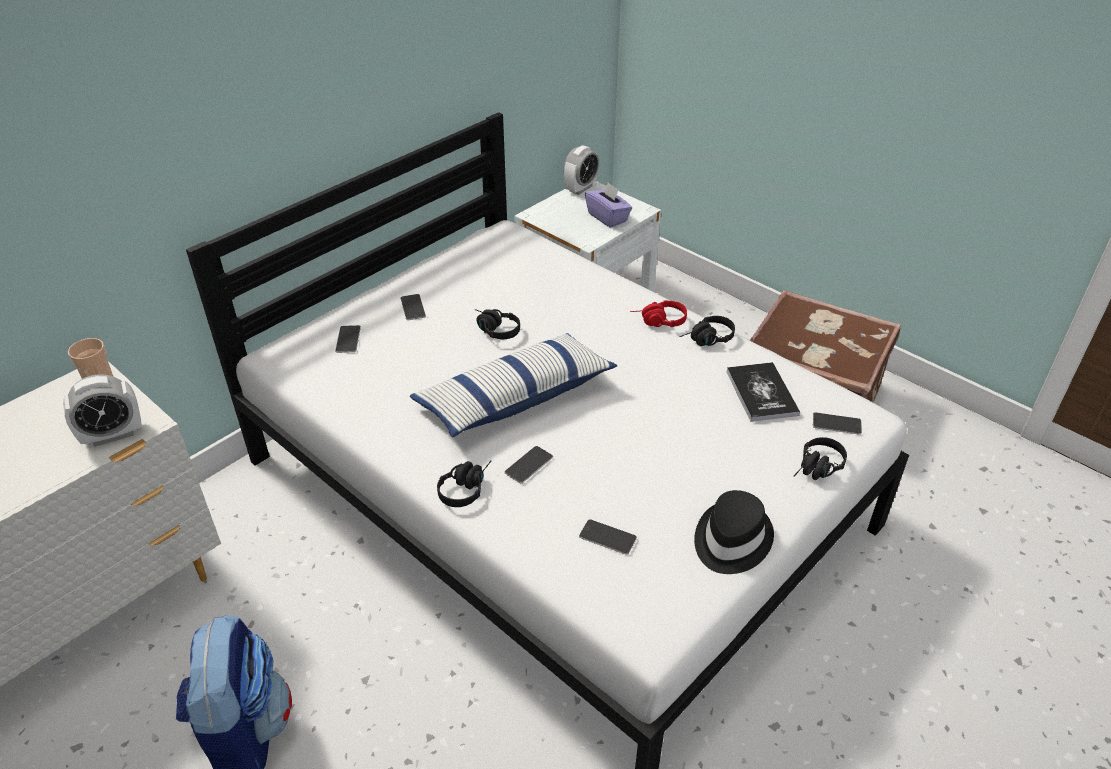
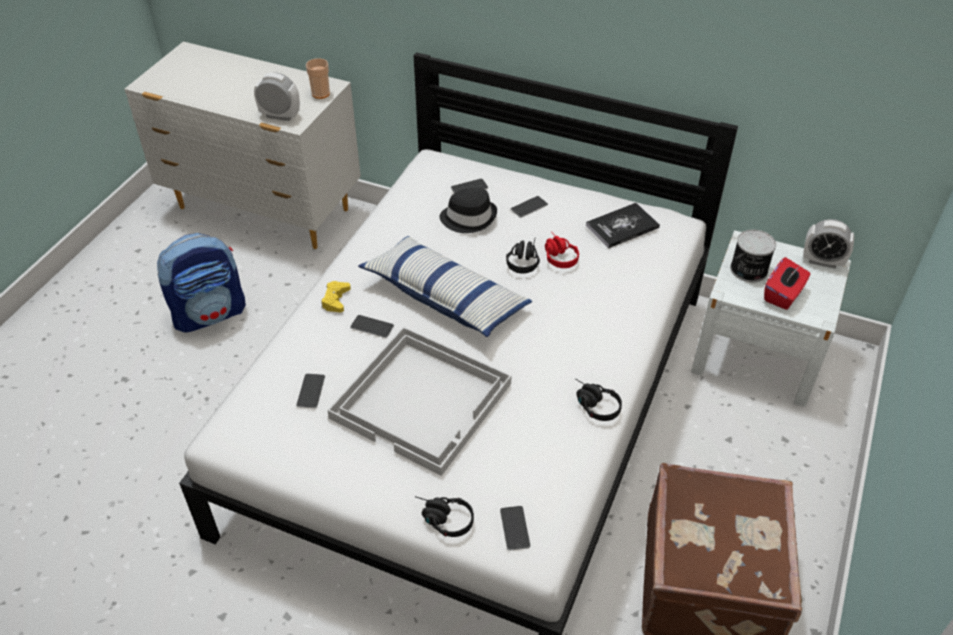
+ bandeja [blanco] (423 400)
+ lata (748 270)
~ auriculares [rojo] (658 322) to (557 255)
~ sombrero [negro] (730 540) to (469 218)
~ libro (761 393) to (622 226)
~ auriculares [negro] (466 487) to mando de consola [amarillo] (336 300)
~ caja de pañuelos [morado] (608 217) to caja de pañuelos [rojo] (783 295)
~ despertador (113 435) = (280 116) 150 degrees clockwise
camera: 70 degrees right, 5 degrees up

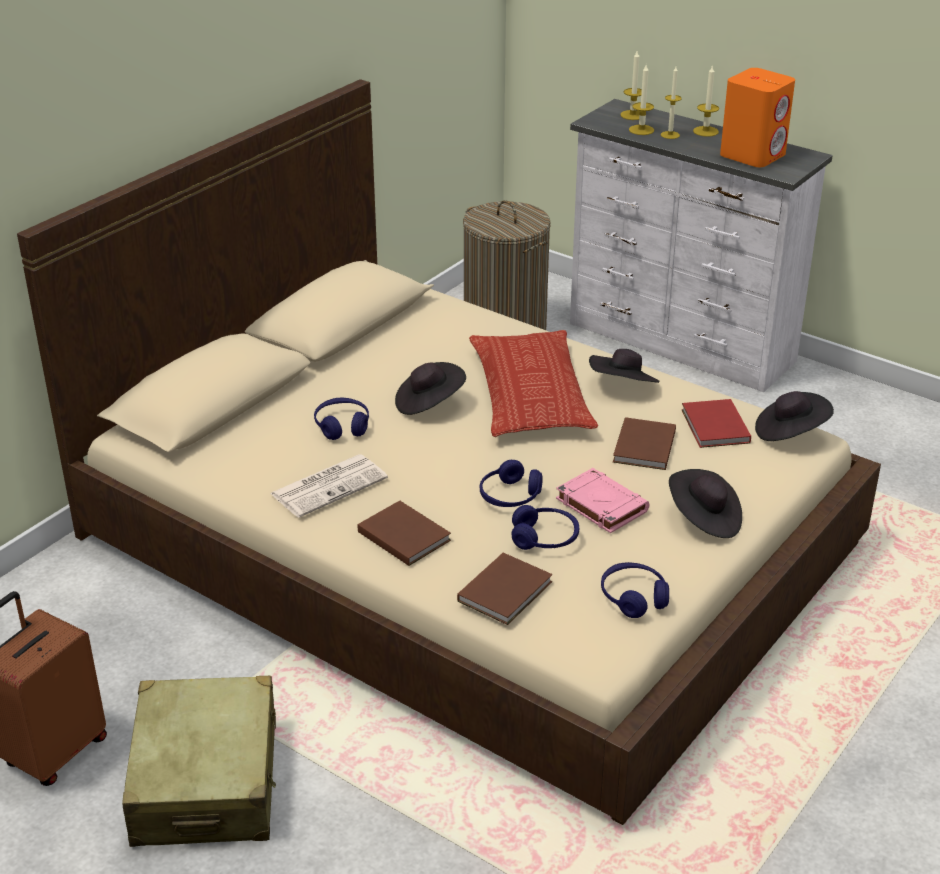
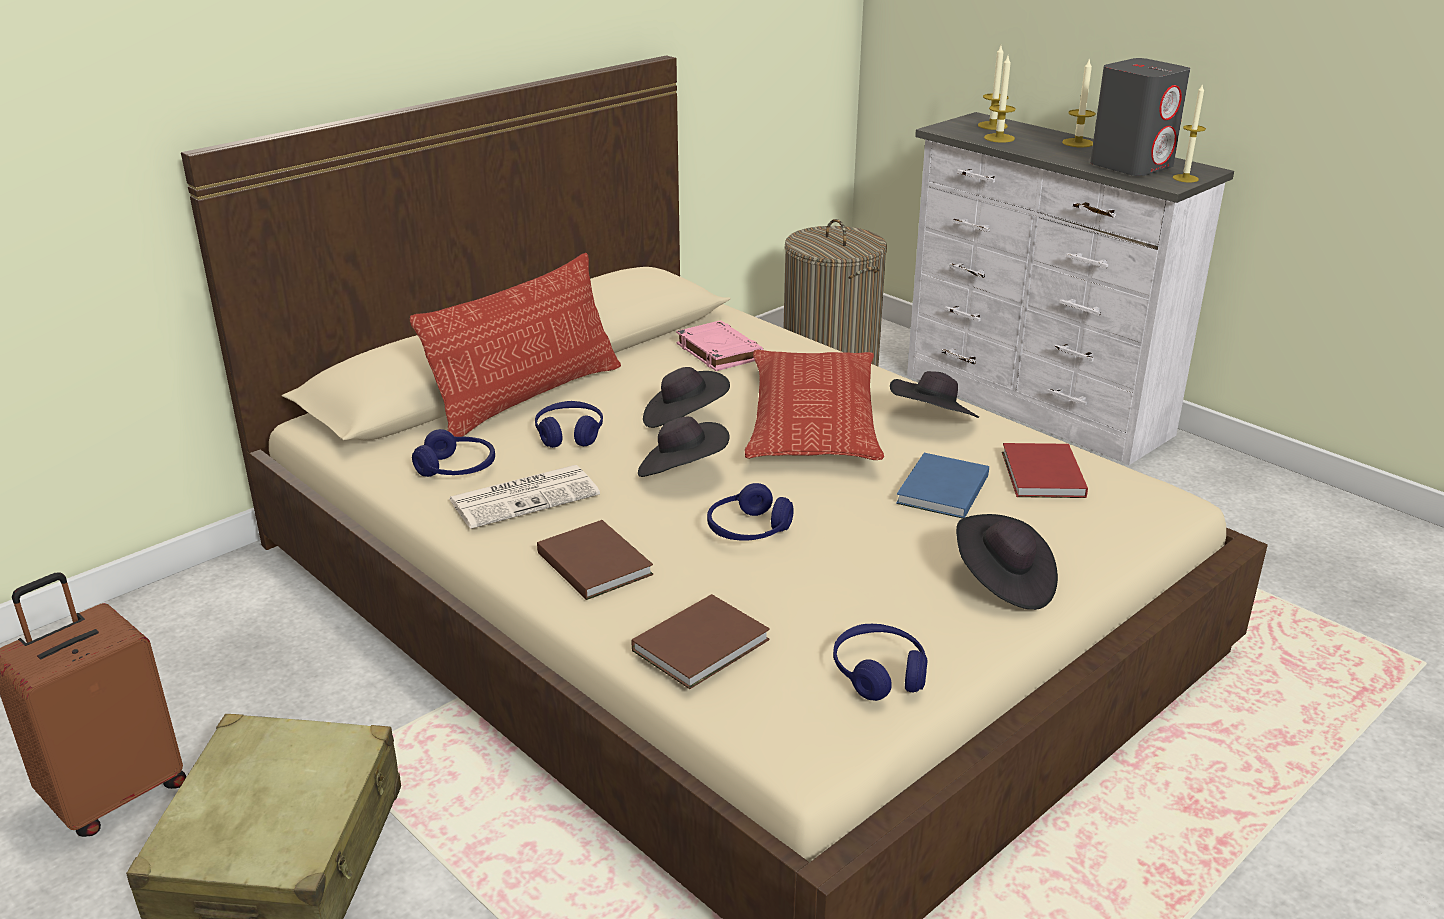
+ cojín (527 398)
~ auriculares [azul] (545 538) to (457 469)
~ libro [rosa] (600 505) to (718 351)
~ vela (670 135) to (1185 178)
~ sombrero [negro] (789 433) to (682 472)
~ libro [marrón] (643 447) to libro [azul] (940 490)
~ altavoz [naranja] (753 155) to altavoz [gris] (1132 165)
camera: 10 degrees right, 5 degrees down

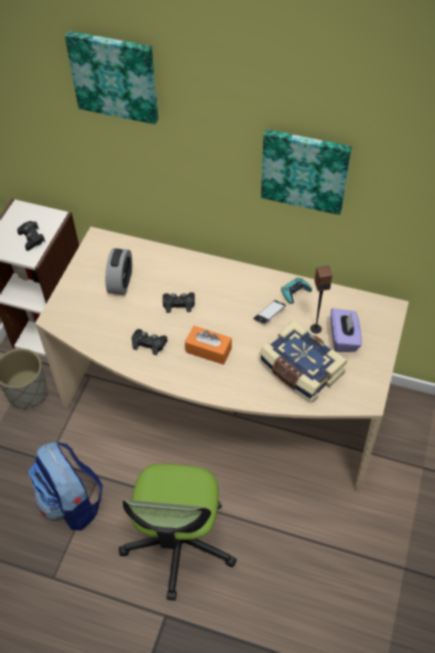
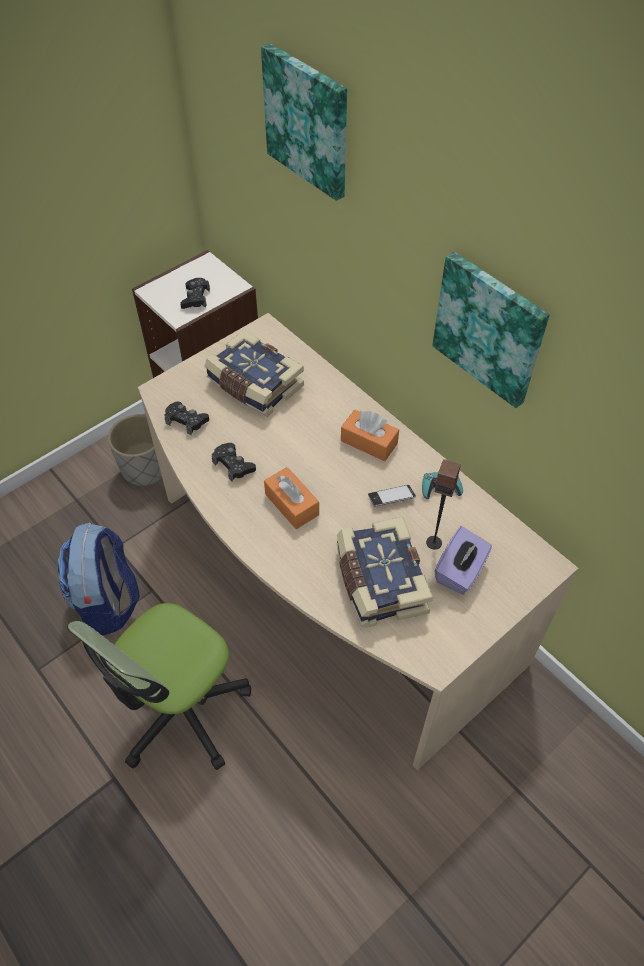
+ caja de pañuelos [naranja] (369 442)
~ mando de consola [negro] (179 304) to (186 421)
~ despertador (121 283) to libro (254 385)
camera: 30 degrees right, 0 degrees up

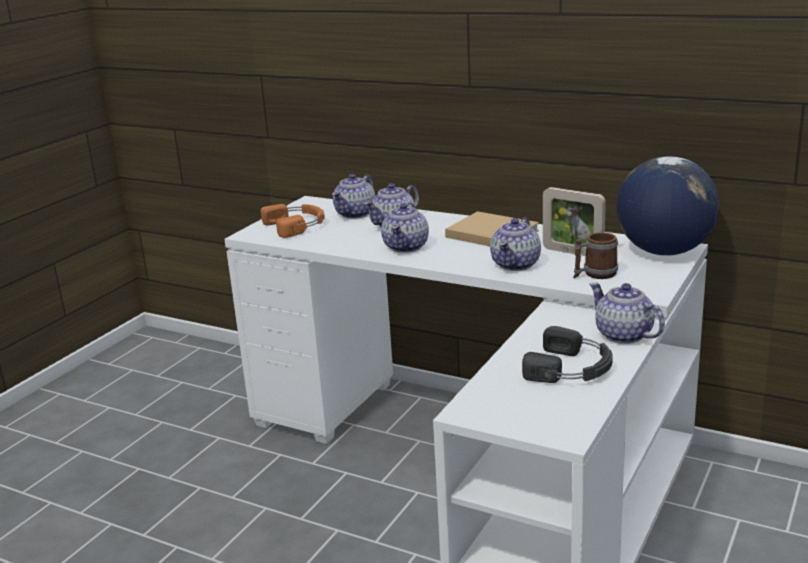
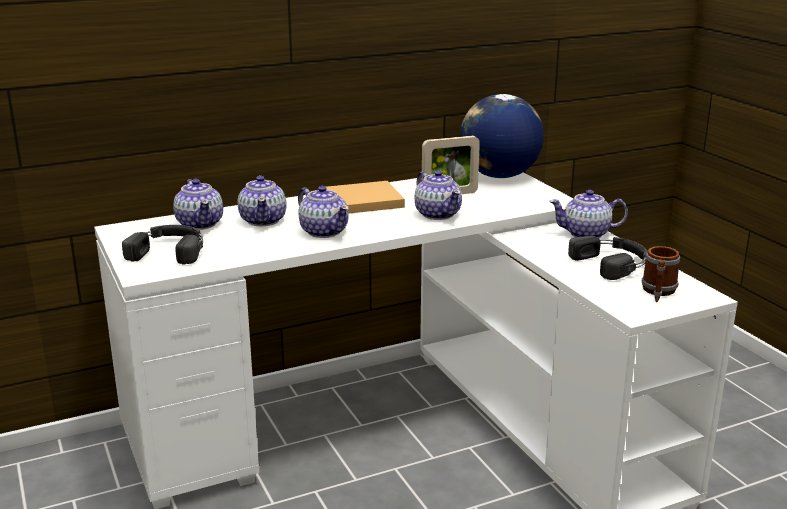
~ taza grande (594 274) to (658 292)
~ auriculares [naranja] (297 225) to auriculares [negro] (169 250)
camera: 55 degrees left, 0 degrees up

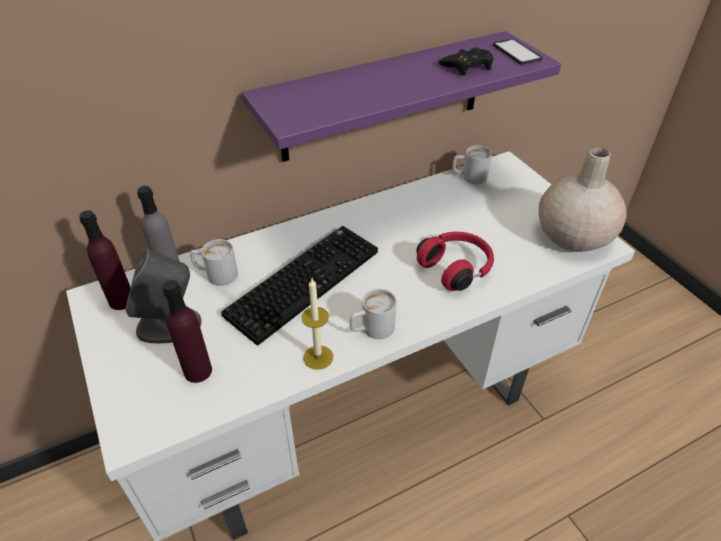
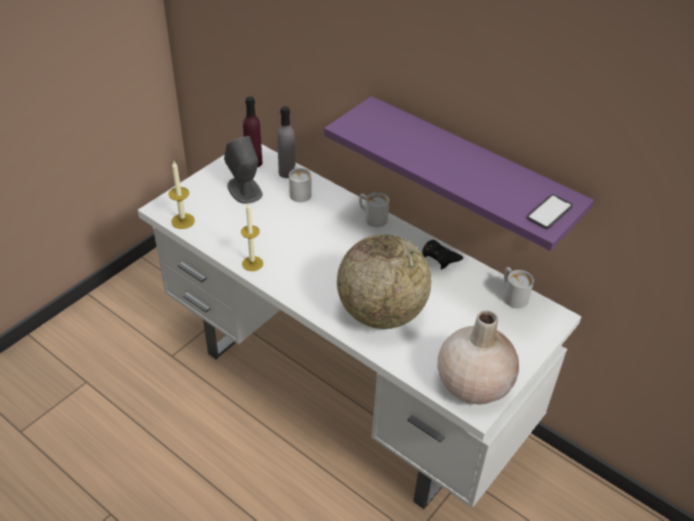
- botella [morado] (198 371)
- teclado (303 280)
+ vela (183 221)
~ taza grande [blanco] (371 329) to (372 217)
~ mando de consola [negro] (467 66) to (440 257)
~ auriculares [rojo] (456 268) to globo terráqueo (381 313)
camera: 65 degrees right, 0 degrees up

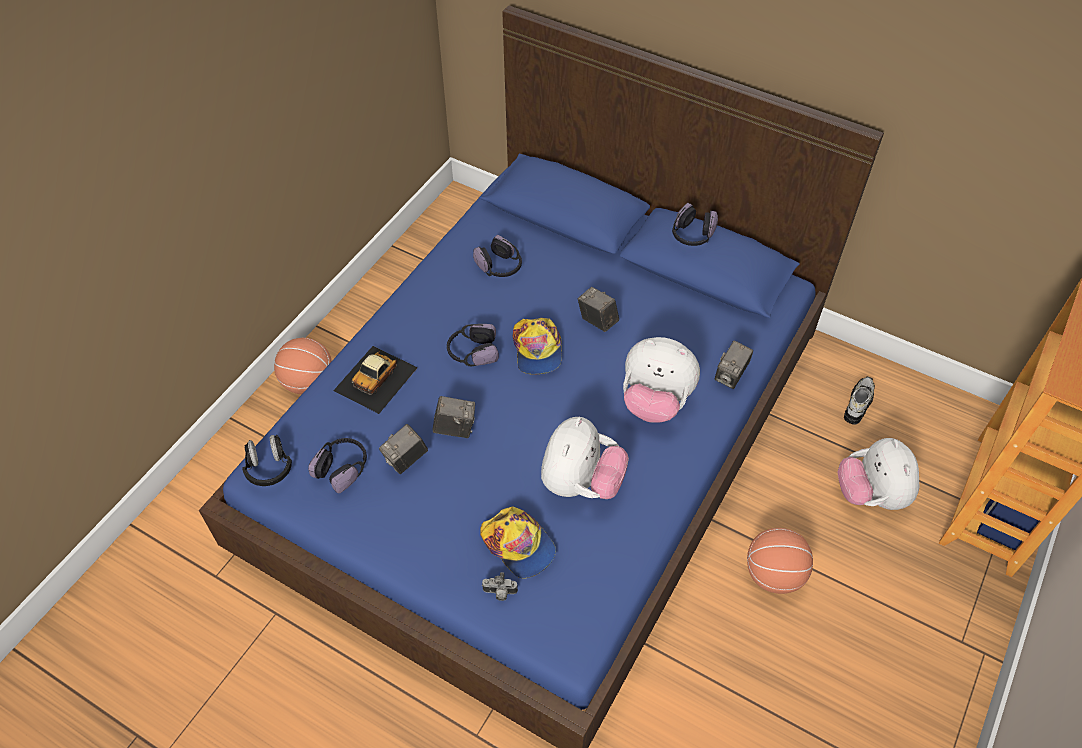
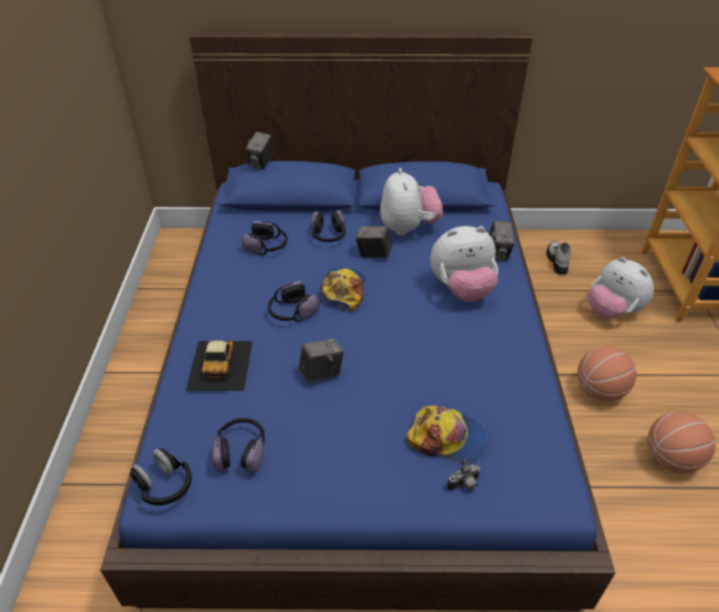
~ balón de baloncesto (308 382) to (671 458)
~ cámara (406 460) to (261 163)
~ peluche (581 483) to (408 228)
~ auriculares (692 235) to (328 236)
~ gorra (537 350) = (344 290) 135 degrees counterclockwise
camera: 30 degrees left, 10 degrees down

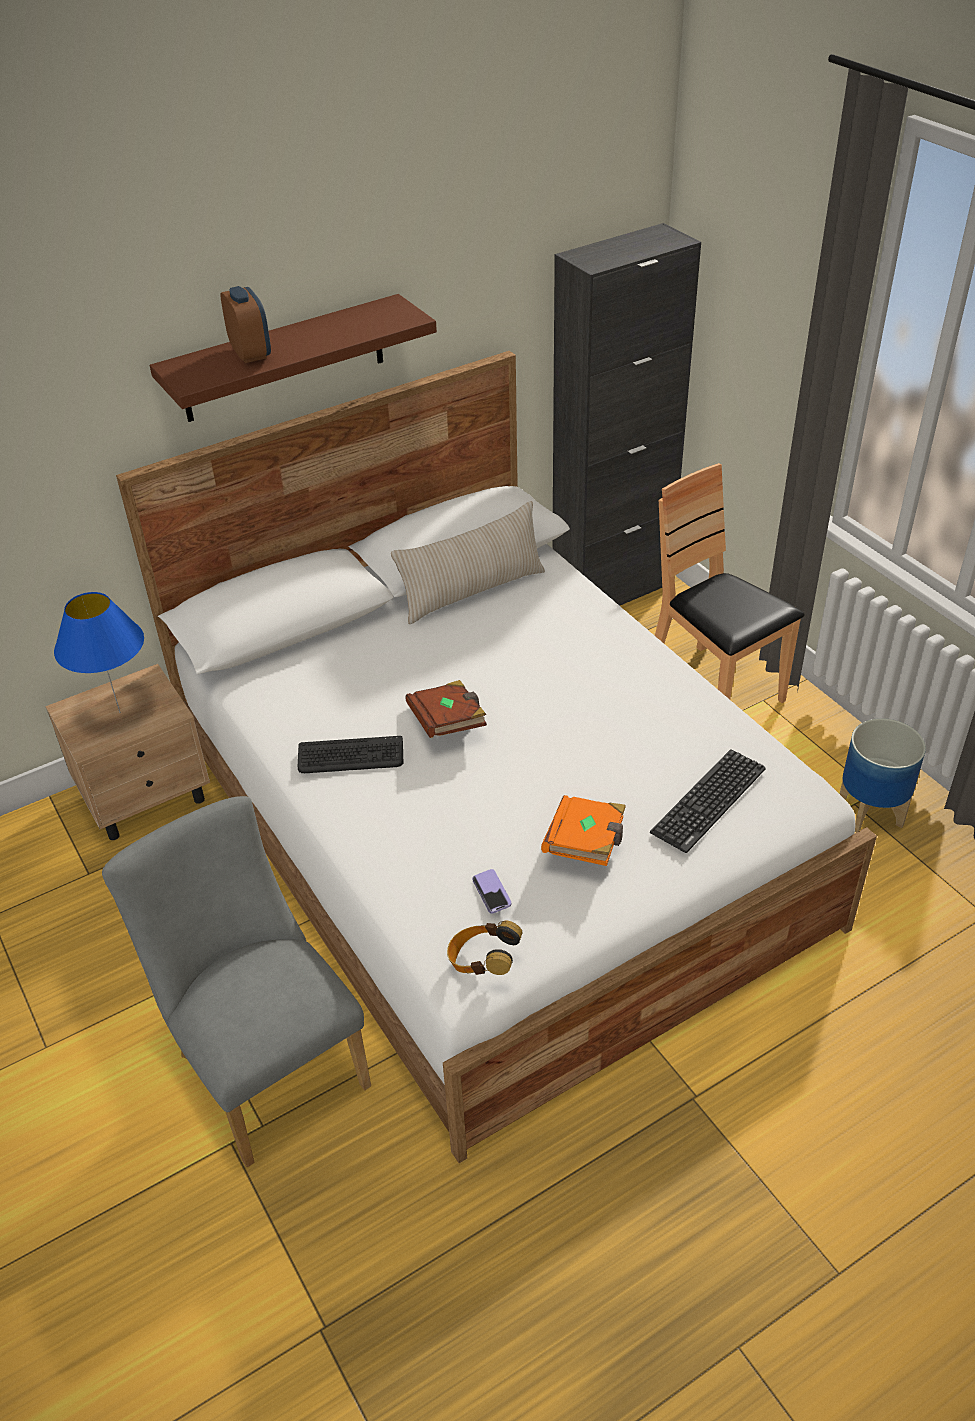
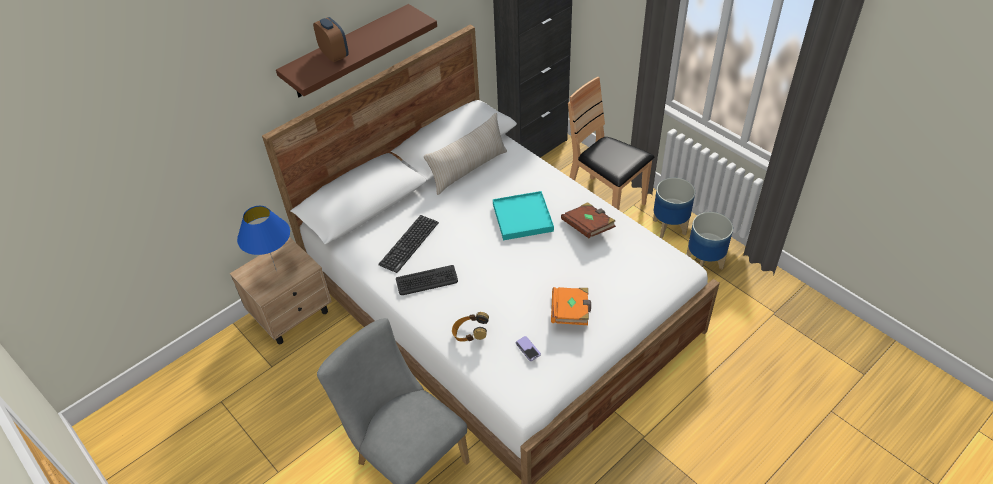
+ bandeja [turquesa] (523 218)
+ maceta (670 227)
~ libro [marrón] (448 723) to (588 227)
~ auriculares (482 962) to (470 334)
~ teclado (709 800) to (409 243)
camera: 10 degrees left, 5 degrees up

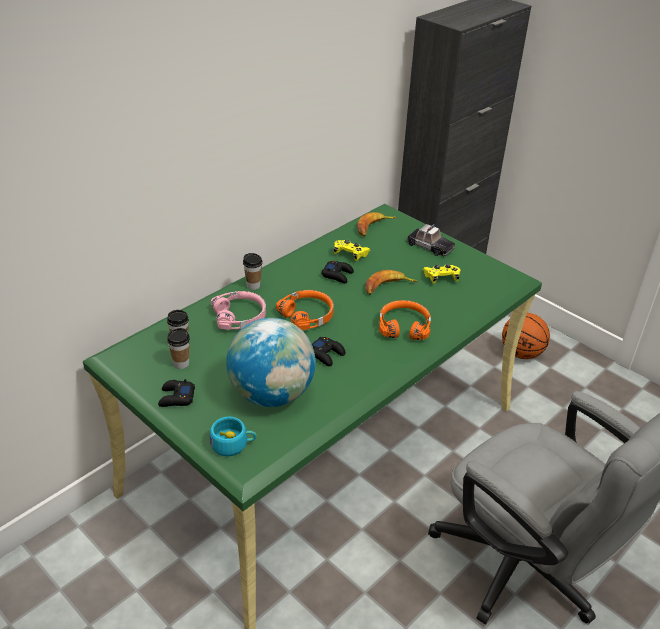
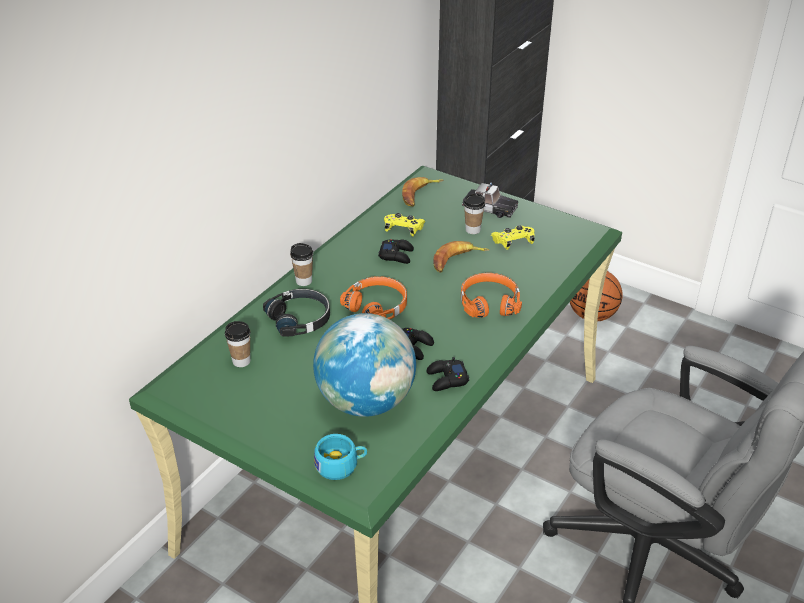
~ mando de consola [negro] (176 398) to (447 379)
~ taza (181 364) to (473 230)
~ auriculares [rosa] (240 316) to auriculares [negro] (300 319)
camera: 10 degrees left, 0 degrees up

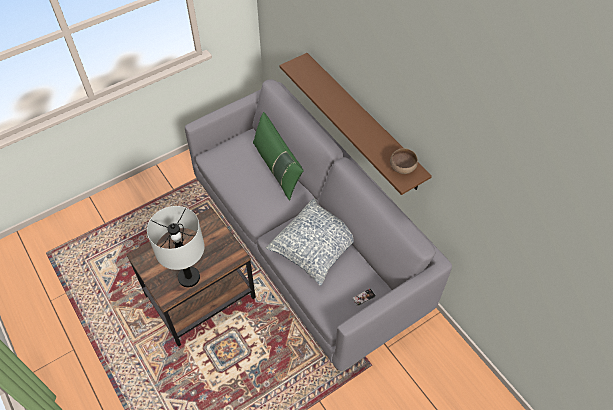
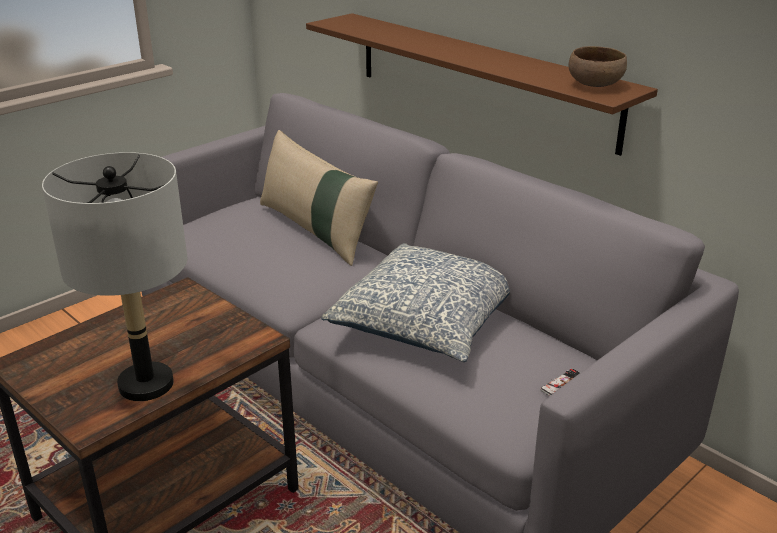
~ cojín [verde] (277 168) to cojín [beis] (315 230)
camera: 10 degrees left, 25 degrees down

